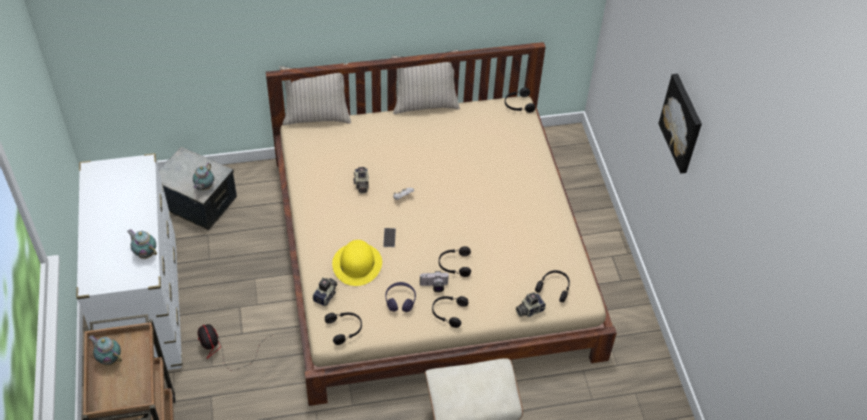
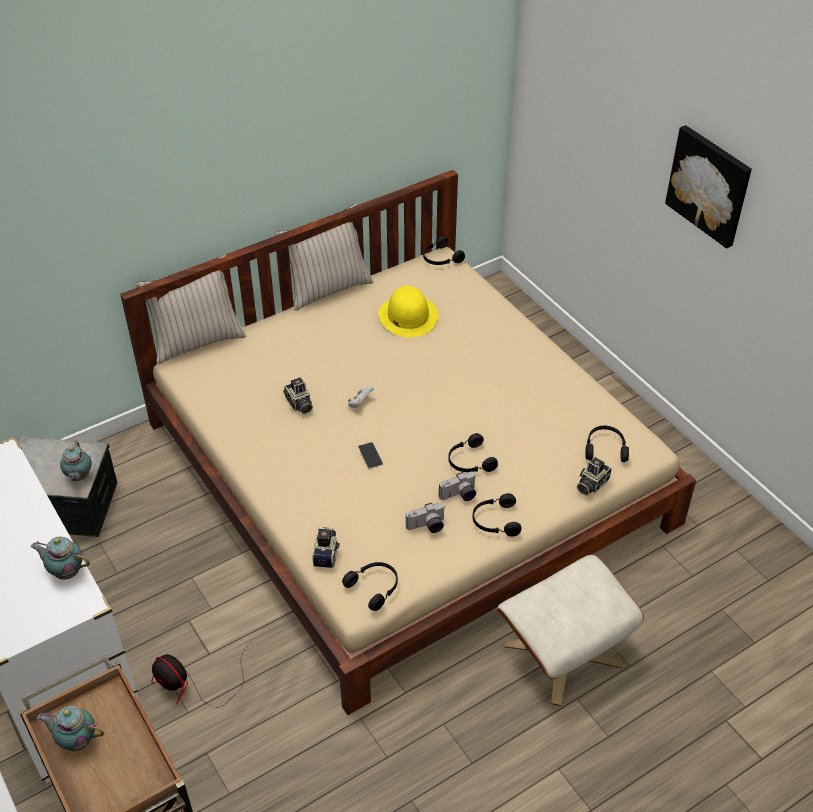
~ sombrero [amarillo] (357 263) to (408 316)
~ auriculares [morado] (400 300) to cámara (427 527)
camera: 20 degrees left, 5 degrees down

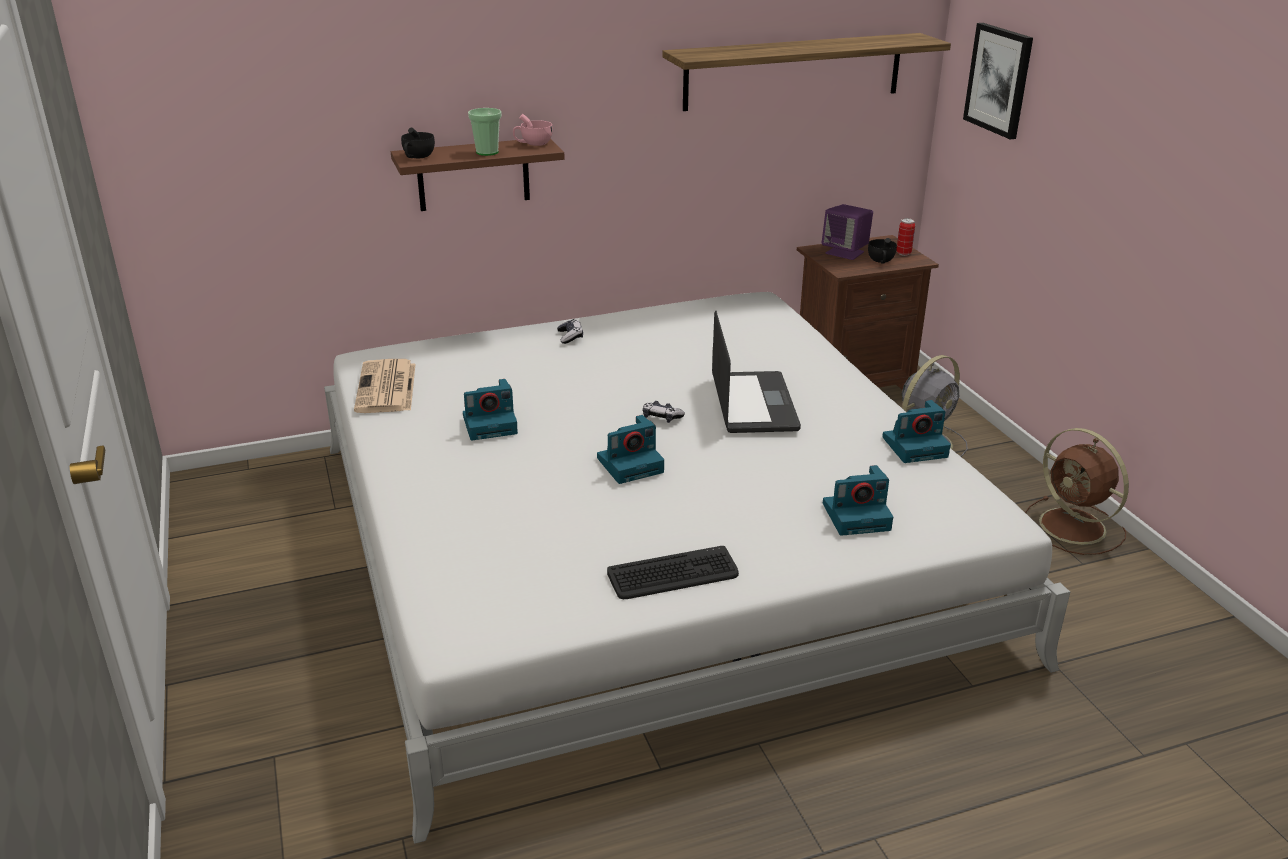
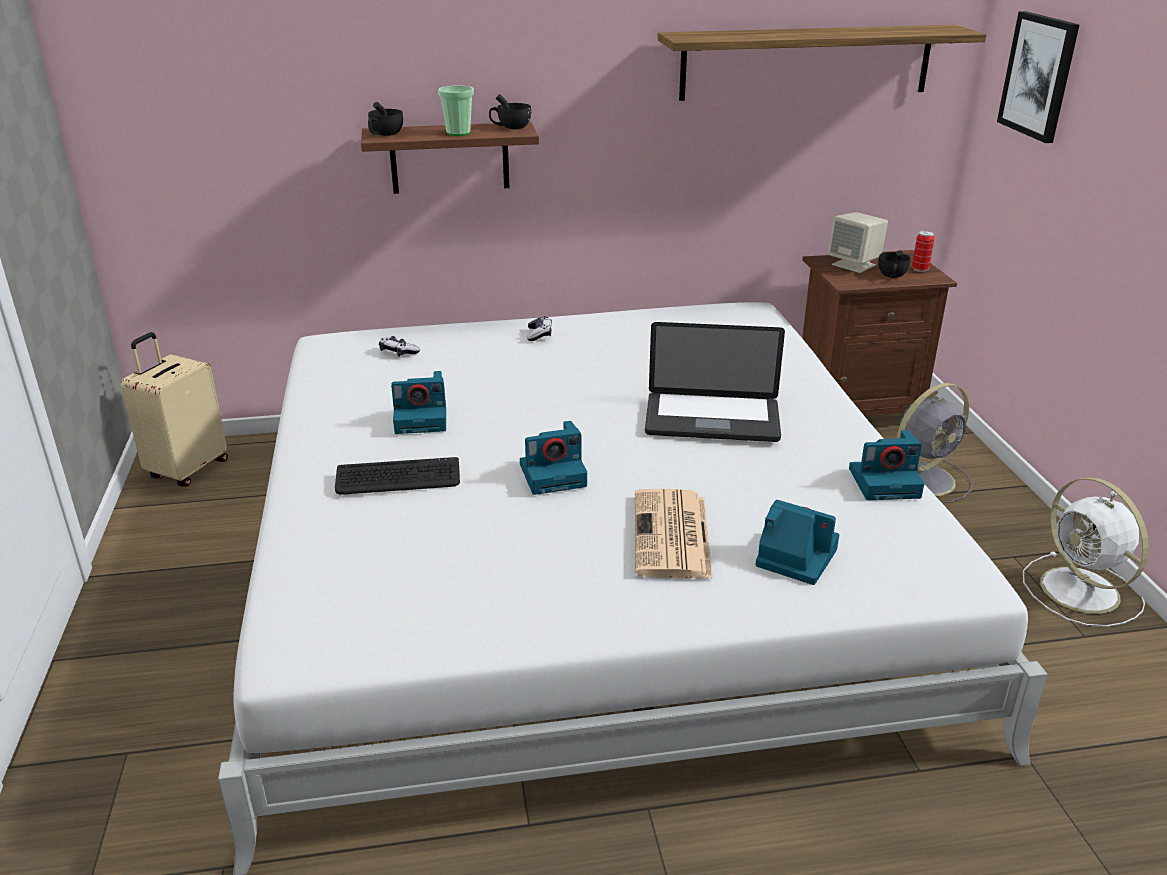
+ maleta [beis] (187 469)
~ periódico (387 388) to (672 536)
~ teclado (673 575) to (398 478)
~ mando de consola (661 417) to (398 352)
~ taza [rosa] (533 144) to taza [negro] (510 127)
~ altavoz [morado] (845 252) to altavoz [beis] (854 265)
~ ventilador [marrón] (1075 528) to ventilador [blanco] (1082 592)
~ portátil (753 404) = (712 419) 90 degrees clockwise
~ cámara (857 516) = (794 557) 150 degrees counterclockwise
camera: 10 degrees right, 0 degrees up

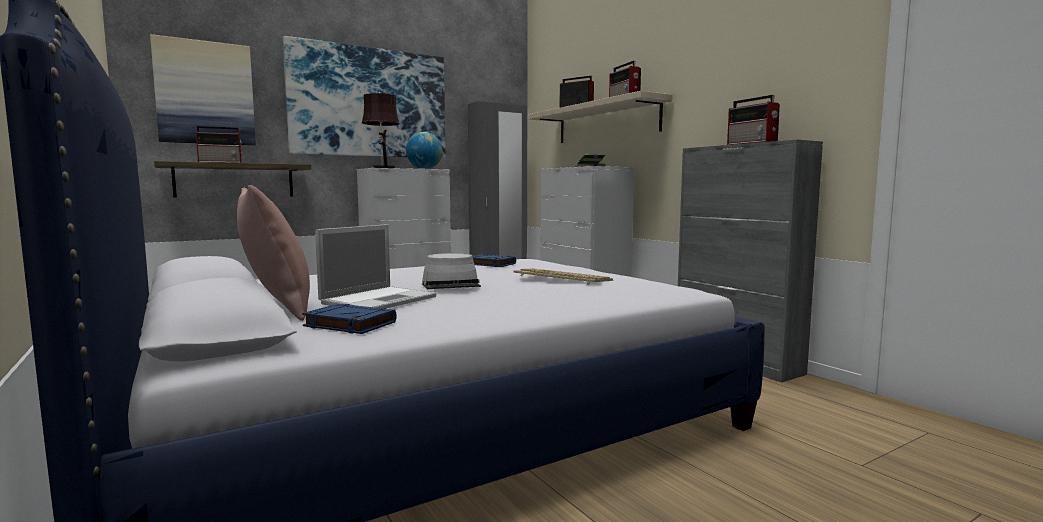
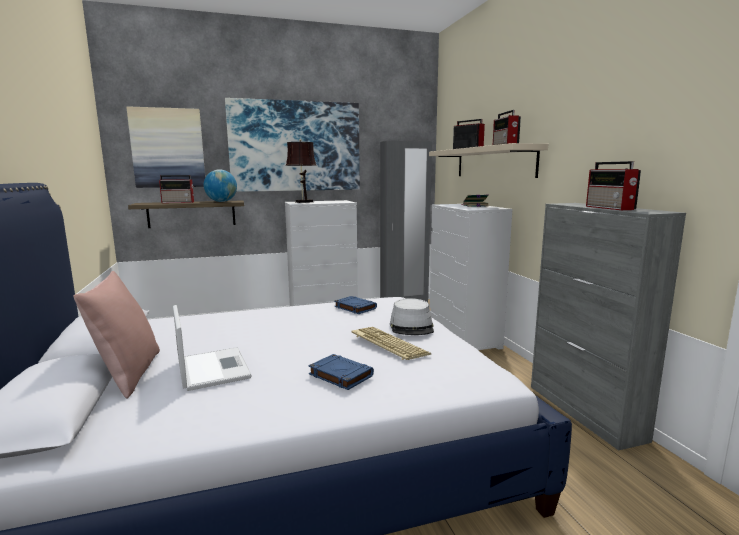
~ libro [azul] (349 324) to (340 375)
~ globo terráqueo (424 169) to (221 201)
~ sombrero [gris] (451 285) to (412 326)
~ portátil (380 300) = (212 368) 75 degrees counterclockwise
camera: 15 degrees right, 5 degrees up

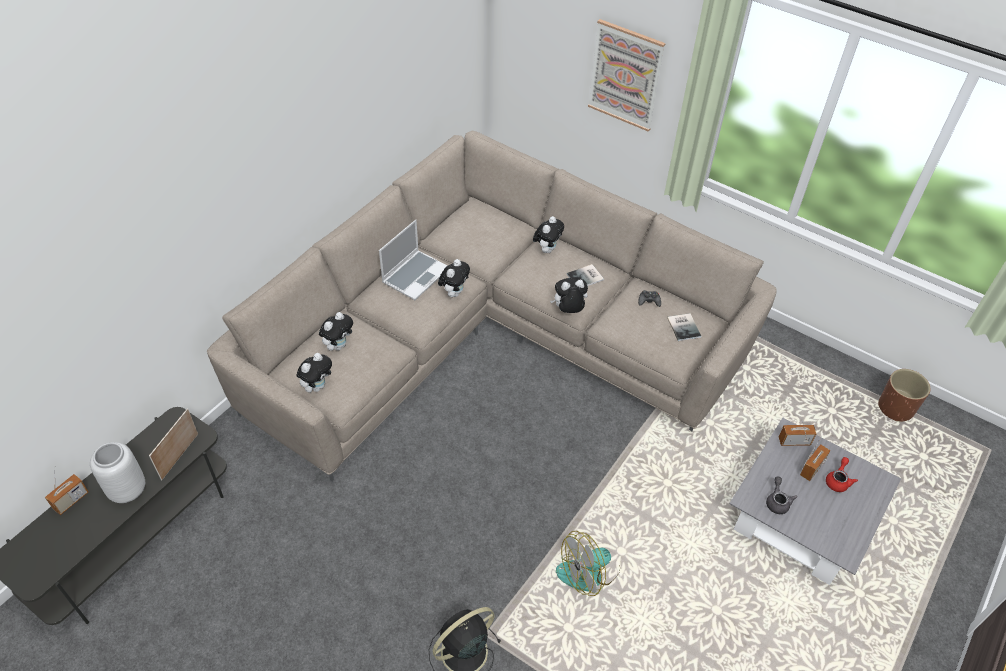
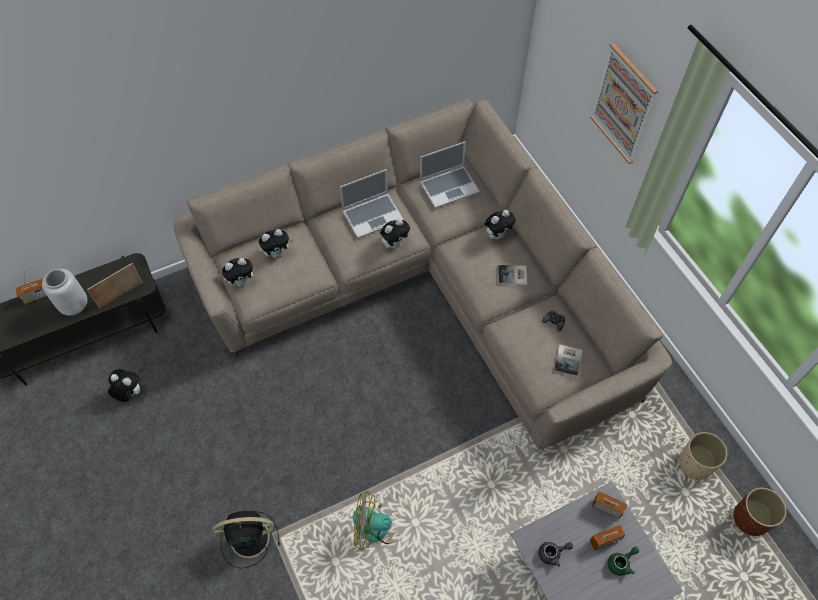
+ portátil (449 187)
+ maceta [beis] (695 463)
~ peluche (568 311) to (129 394)
~ tetera [rojo] (838 480) to tetera [verde] (621 563)
~ tetera [gris] (777 501) = (552 553) 45 degrees clockwise
camera: 30 degrees right, 10 degrees up

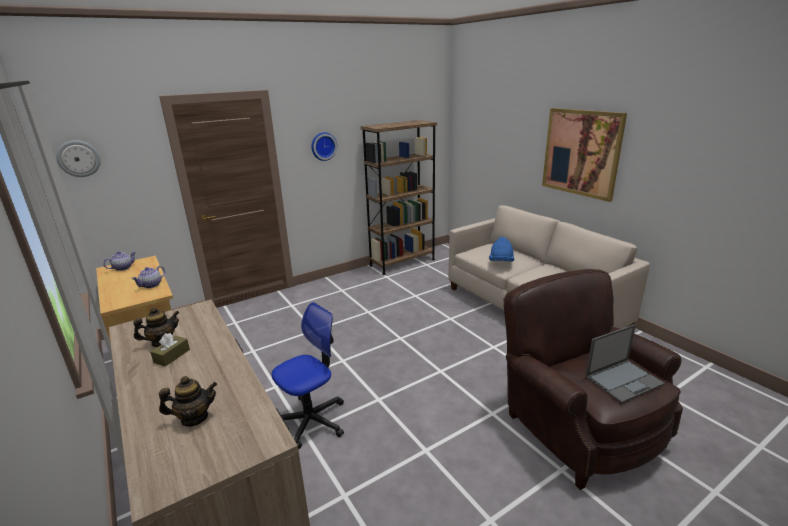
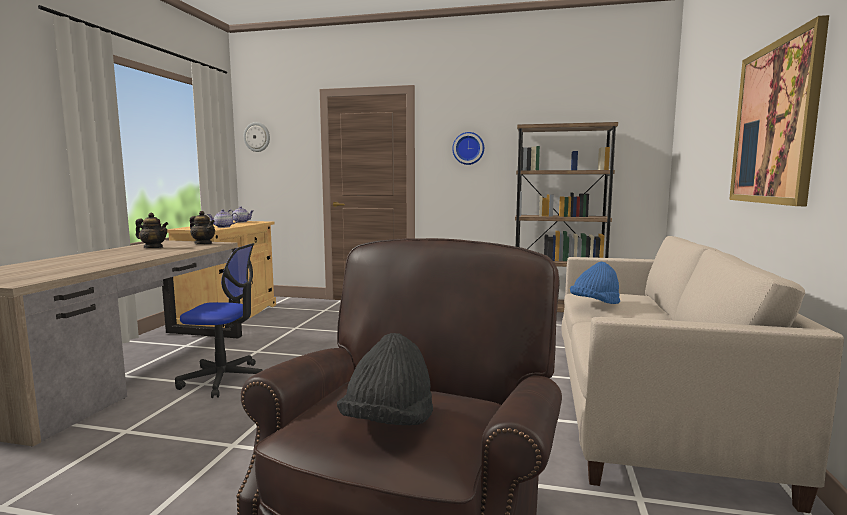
- caja de pañuelos [marrón] (172 356)
~ tetera (194 418) to (203 243)
~ portátil (624 380) to sombrero [negro] (388 423)
camera: 45 degrees right, 15 degrees down

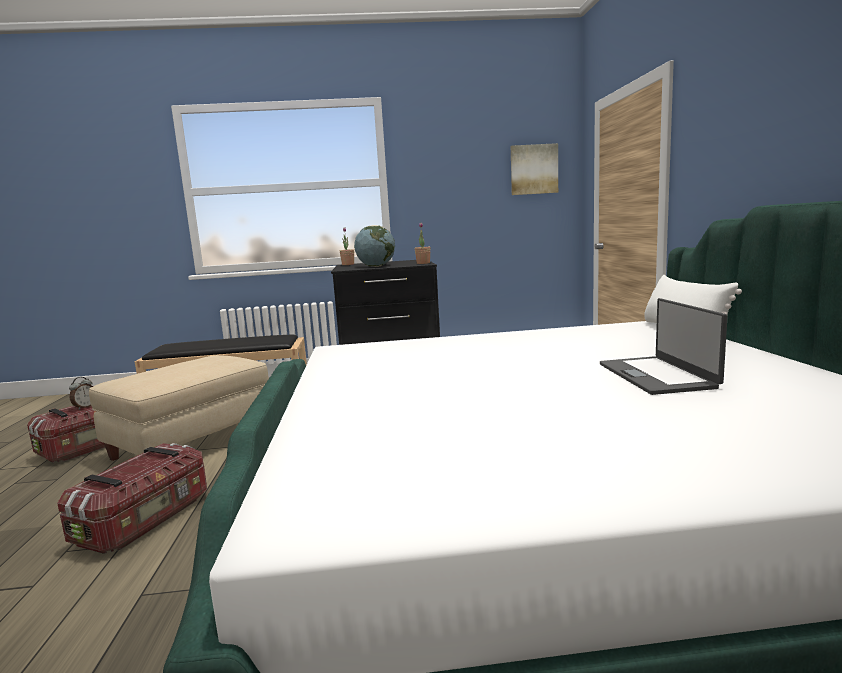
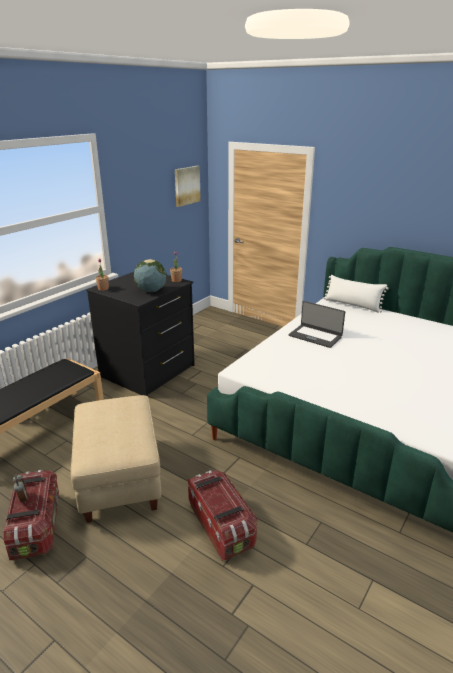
~ portátil (657 375) to (315 336)
camera: 50 degrees left, 15 degrees up

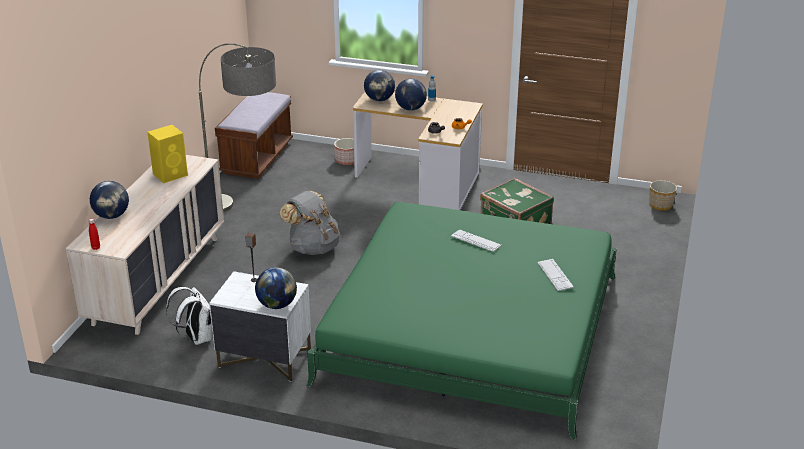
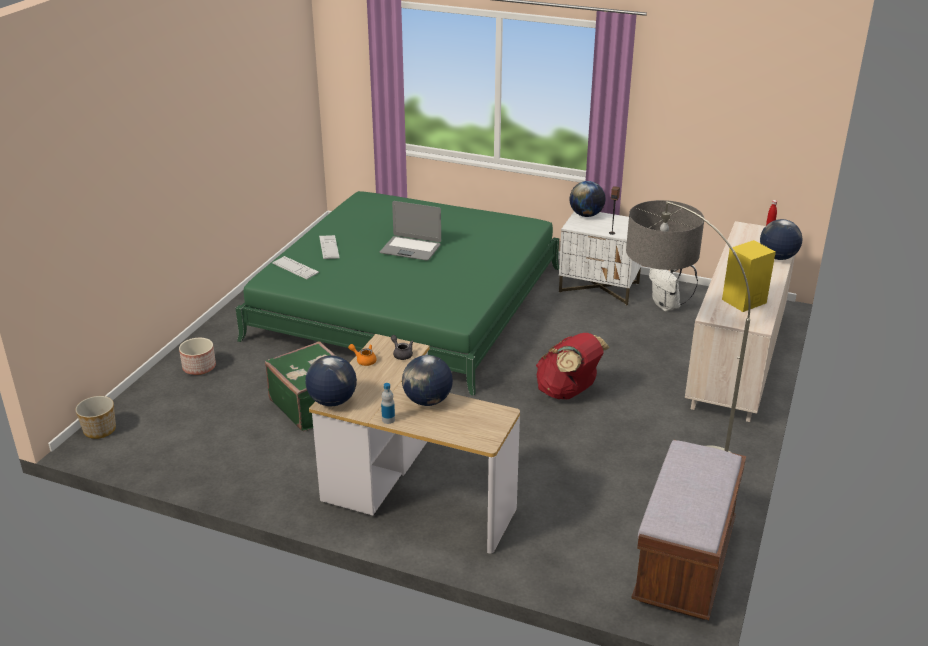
+ portátil (410 249)
~ maceta (347 160) to (199 367)
~ globo terráqueo (379 99) to (332 401)
~ teclado (476 241) to (295 268)
~ mochila [gris] (313 247) to mochila [rojo] (568 392)
camera: 175 degrees left, 0 degrees up

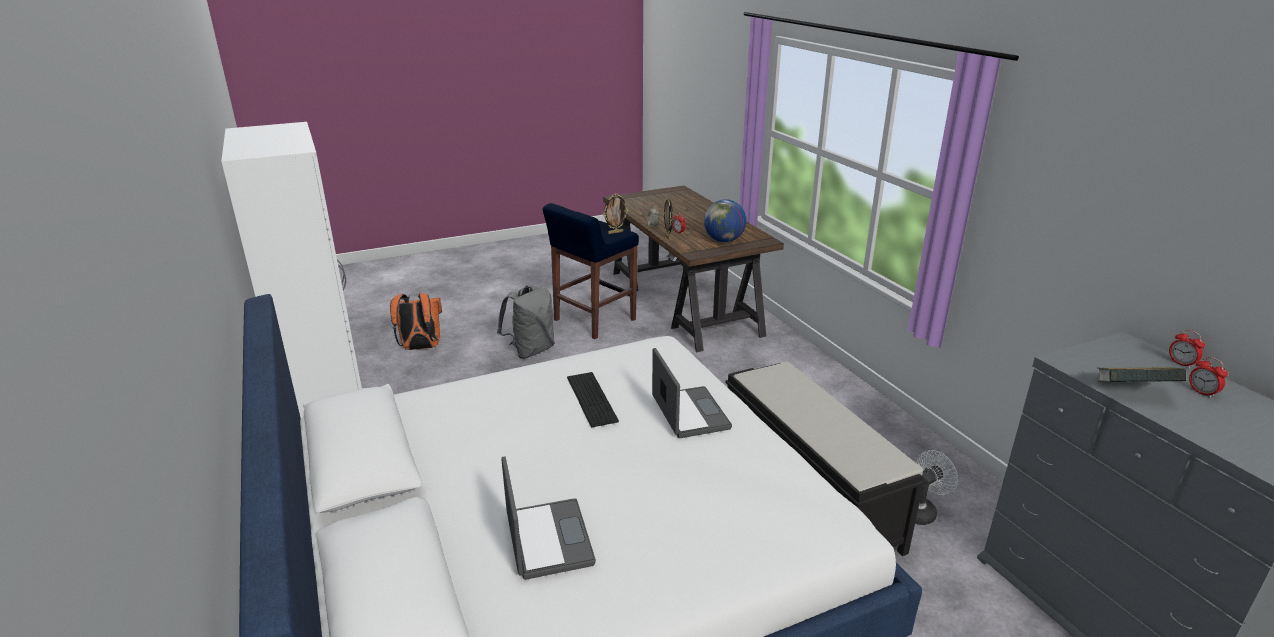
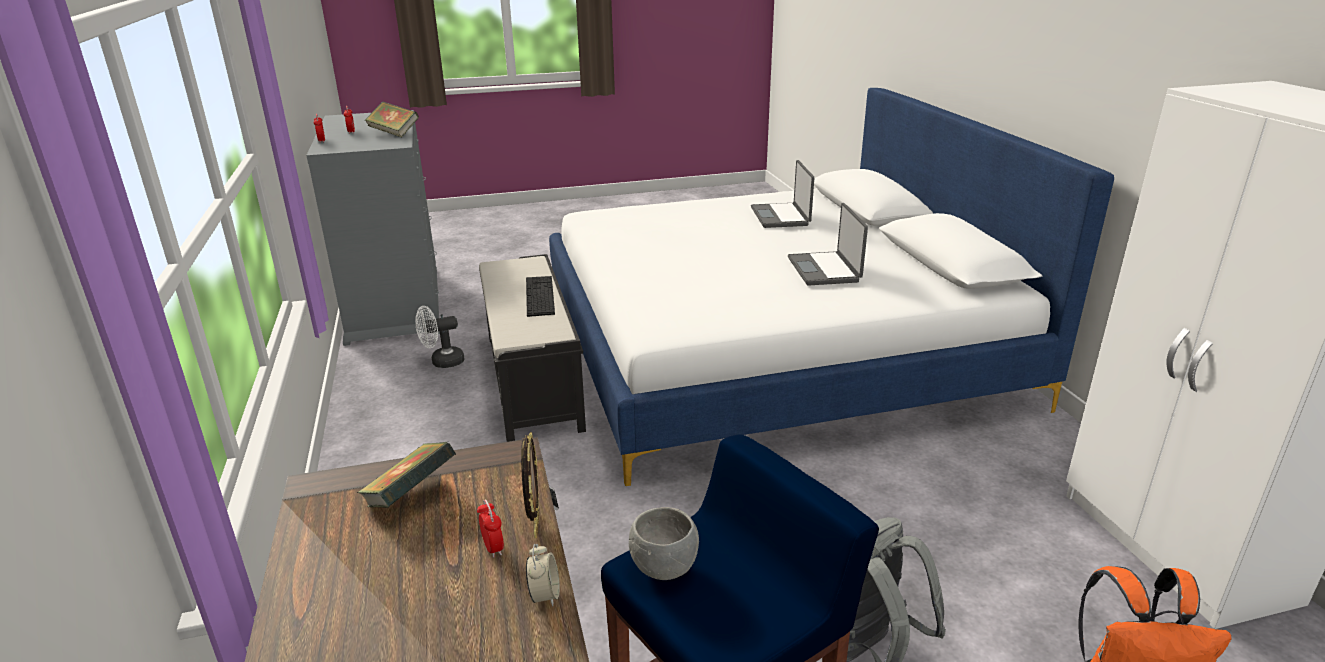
~ teclado (591 398) to (539 296)
~ portátil (688 413) to (825 270)
~ portarretratos (615 232) to cuenco [gris] (663 568)
~ globo terráqueo (724 240) to libro (411 496)
camera: 170 degrees left, 0 degrees up

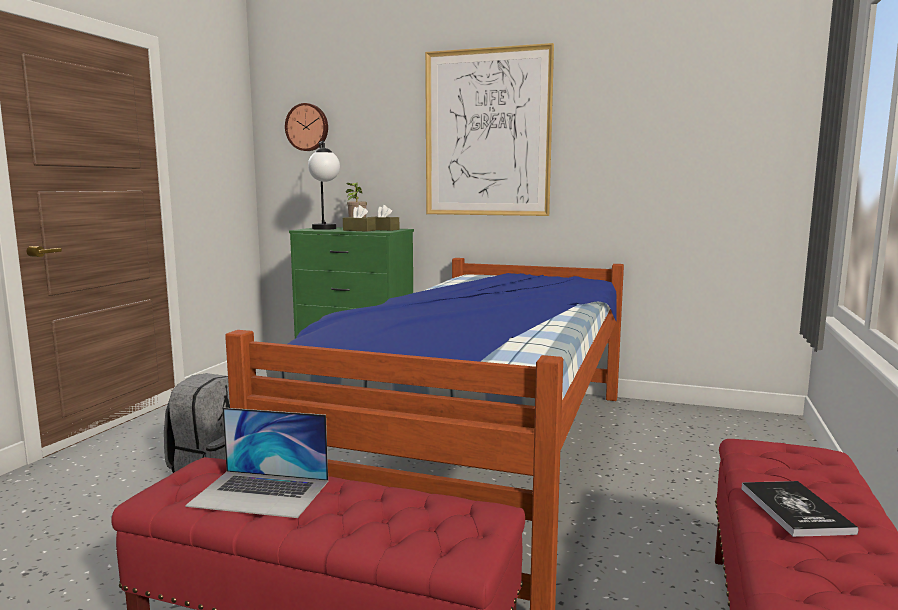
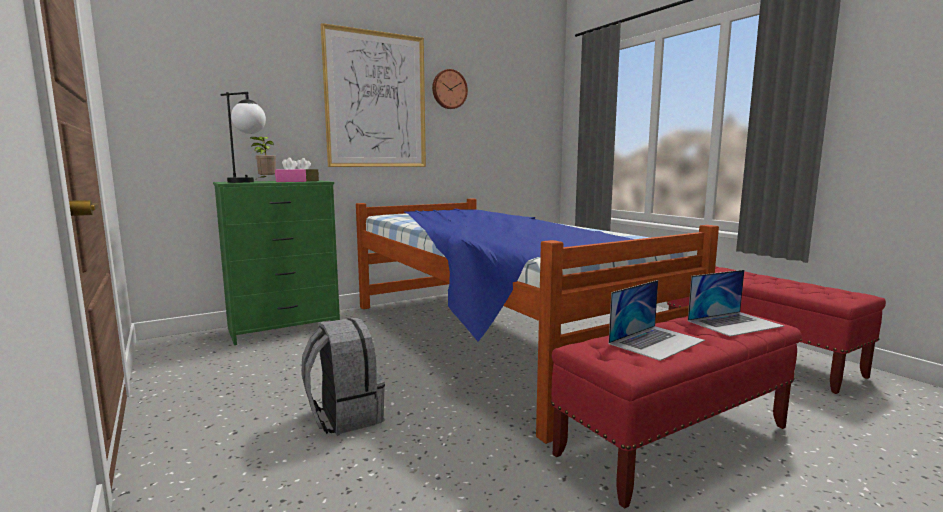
- libro (795 510)
+ portátil (735 323)
~ reloj de pared (307 127) to (449 89)
~ caja de pañuelos [marrón] (359 230) to caja de pañuelos [rosa] (291 181)
camera: 50 degrees left, 0 degrees up

